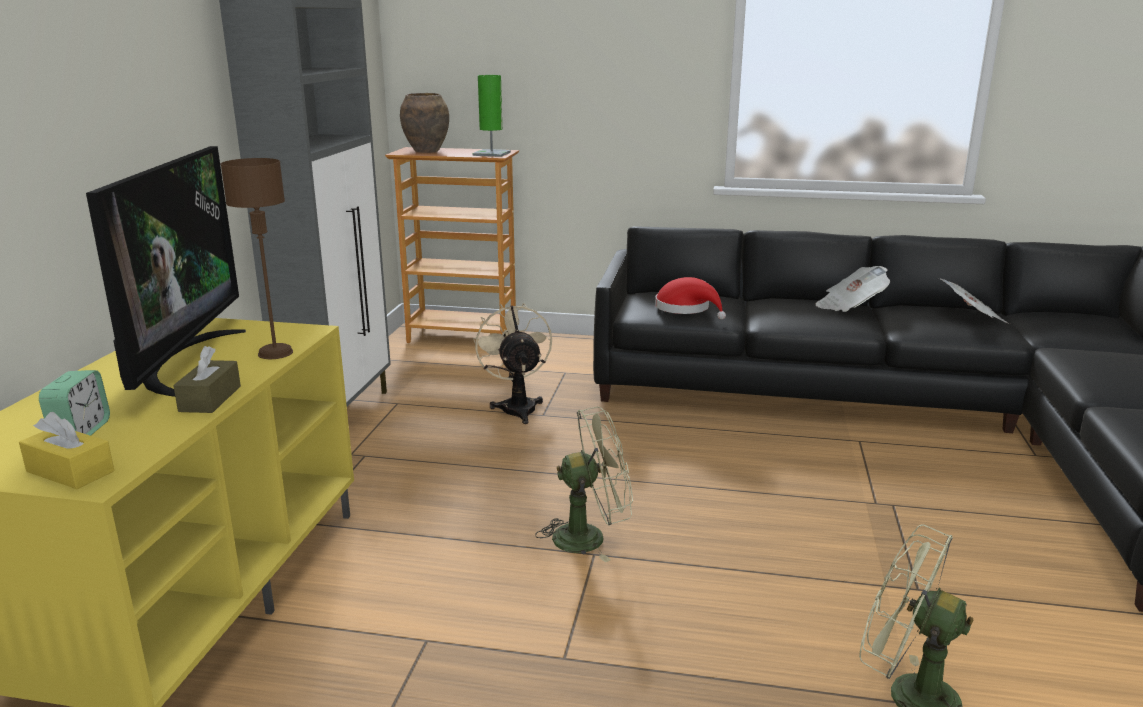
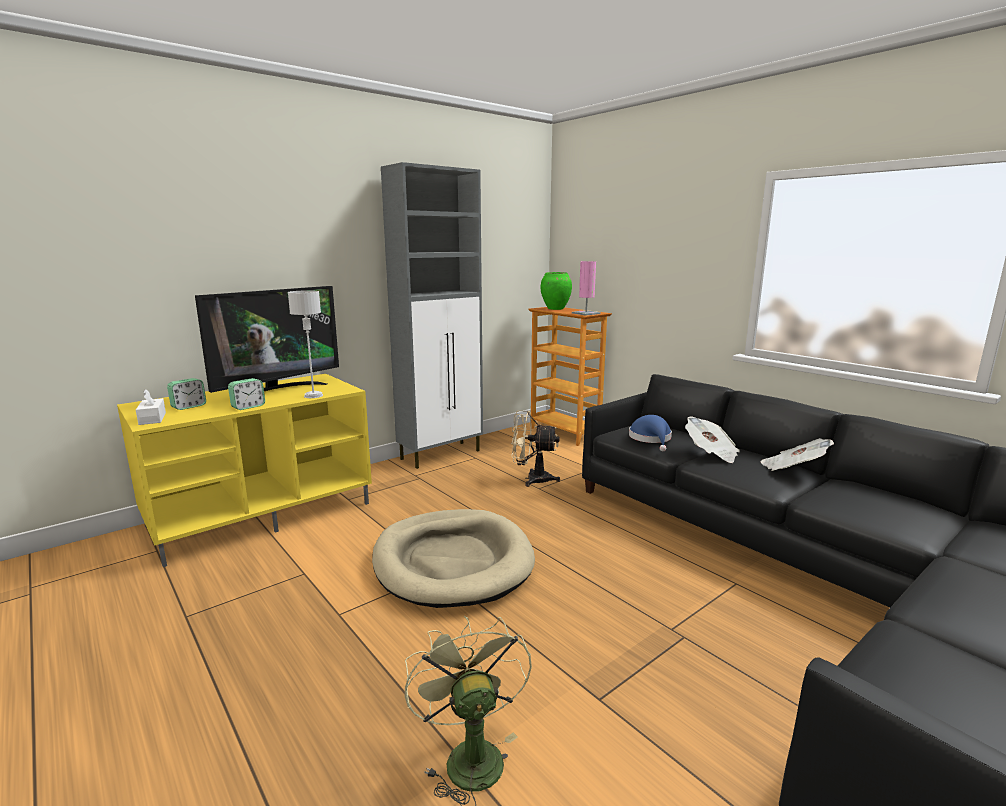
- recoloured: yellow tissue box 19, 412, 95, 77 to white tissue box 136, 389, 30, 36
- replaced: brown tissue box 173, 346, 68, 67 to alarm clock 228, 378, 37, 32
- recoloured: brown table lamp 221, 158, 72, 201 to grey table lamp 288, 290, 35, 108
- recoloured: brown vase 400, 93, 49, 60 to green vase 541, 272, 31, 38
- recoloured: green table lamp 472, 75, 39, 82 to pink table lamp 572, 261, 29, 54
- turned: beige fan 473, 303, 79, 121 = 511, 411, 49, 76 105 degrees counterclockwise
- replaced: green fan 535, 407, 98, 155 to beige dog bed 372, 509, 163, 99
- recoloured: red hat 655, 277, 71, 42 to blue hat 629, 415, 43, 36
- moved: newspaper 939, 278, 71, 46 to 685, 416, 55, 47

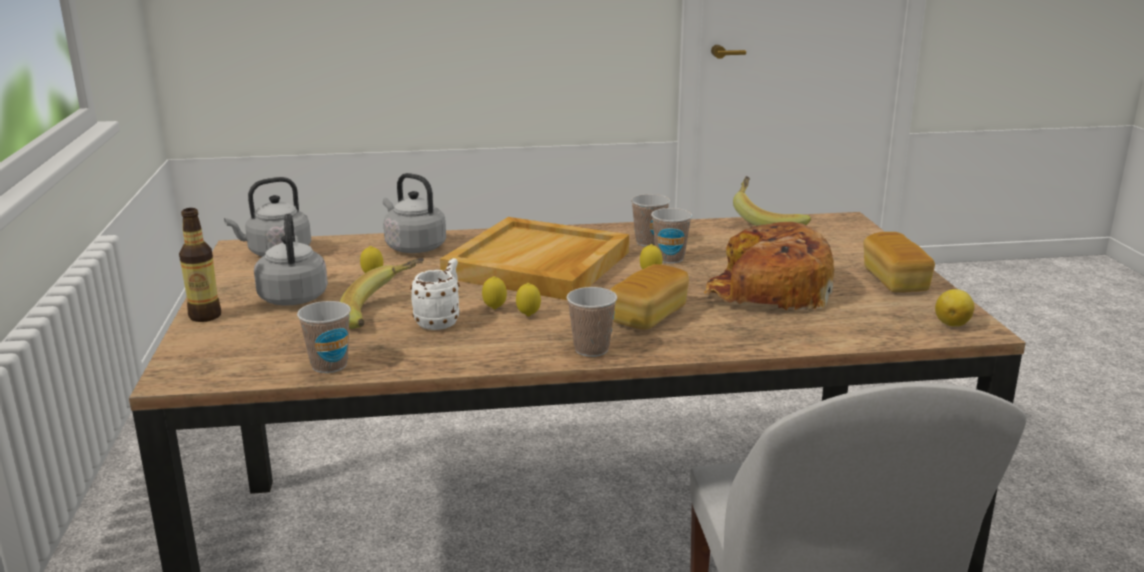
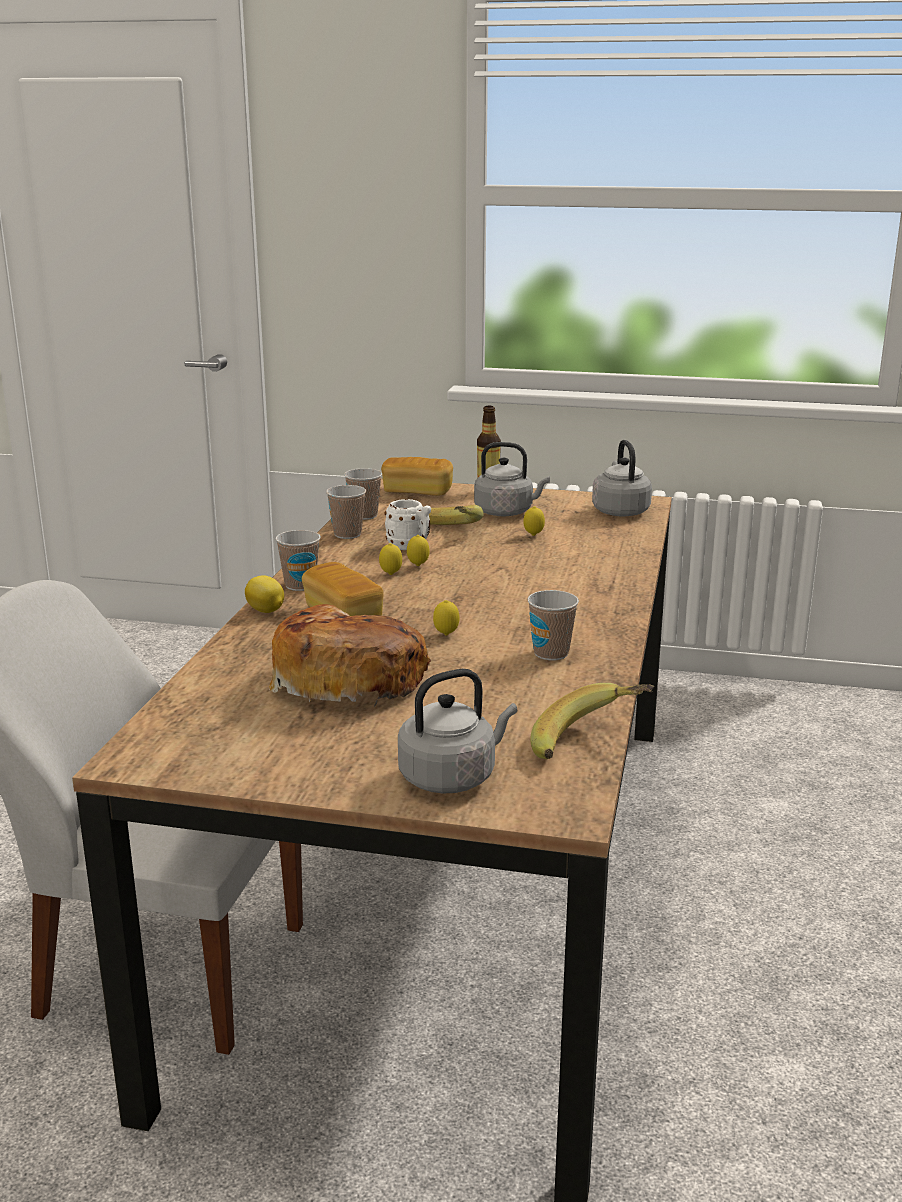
- moved: grey kettle 383, 173, 63, 80 to 398, 669, 119, 125
- removed: beige tray 440, 217, 189, 83
- moved: cup 651, 208, 41, 55 to 326, 485, 40, 54
- moved: bread 863, 232, 72, 60 to 381, 457, 72, 39
- moved: lemon 935, 289, 39, 38 to 245, 575, 39, 38

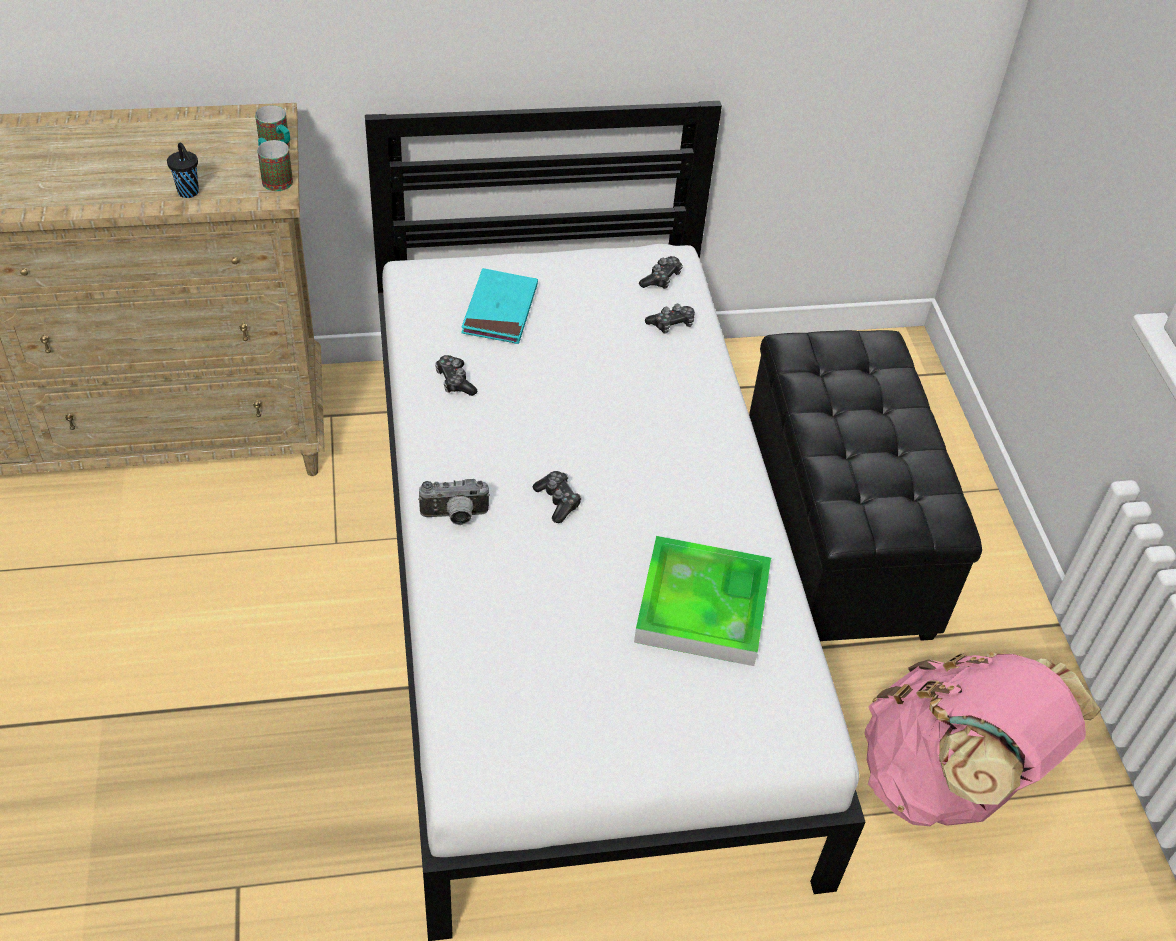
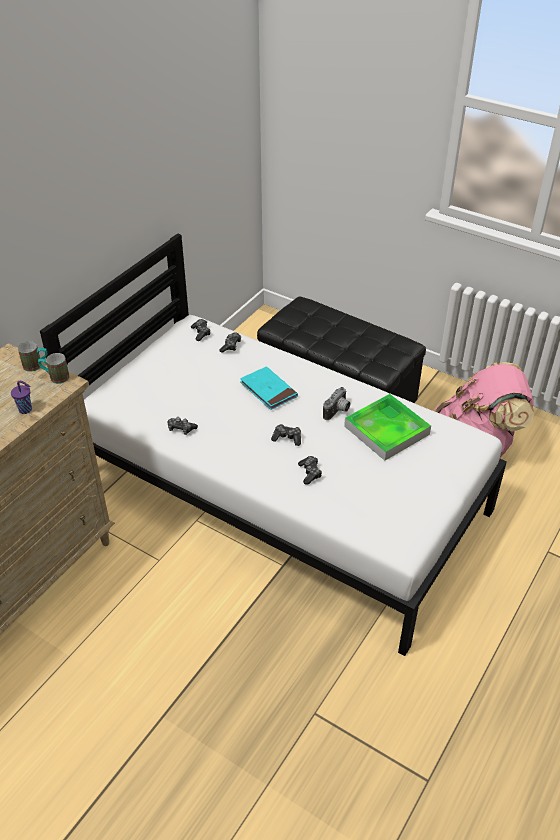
- recoloured: black cup 167, 142, 32, 56 to purple cup 11, 381, 21, 33
- moved: photo camera 418, 479, 72, 46 to 323, 387, 28, 33
- moved: turquoise book 461, 268, 77, 76 to 240, 366, 58, 44
- added: game controller 298, 456, 24, 29

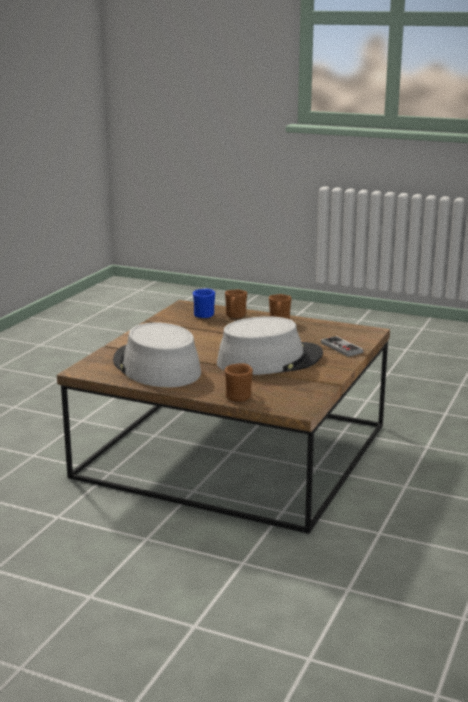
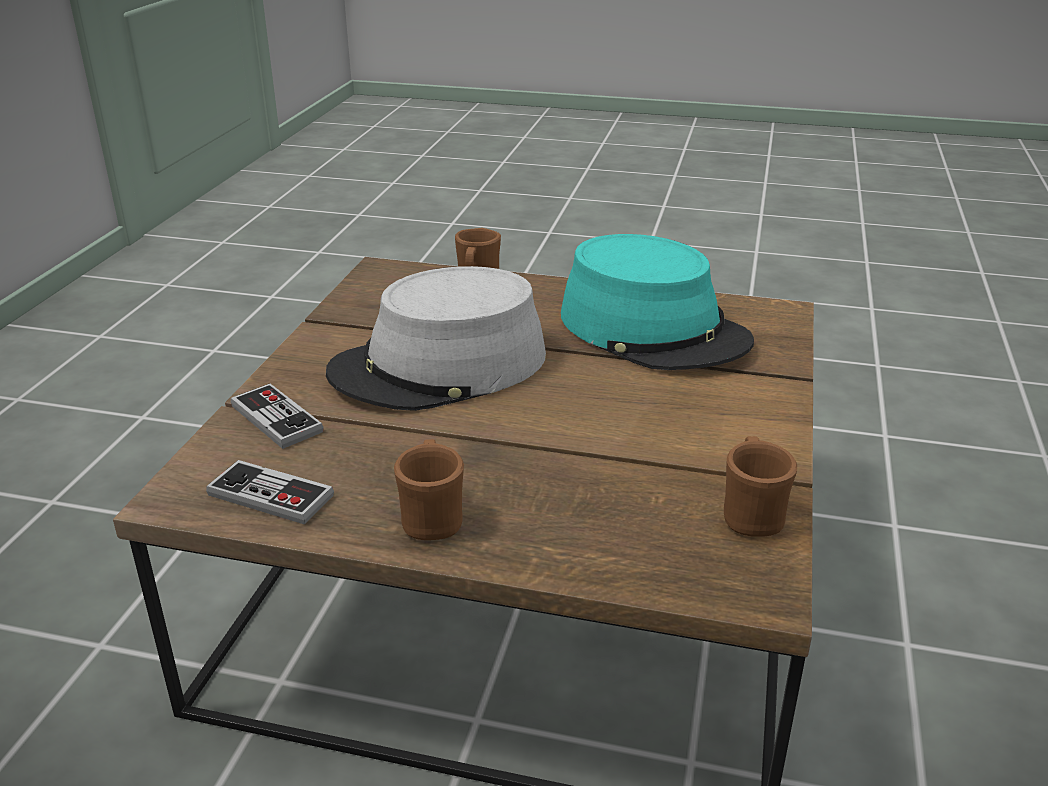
- recoloured: grey hat 113, 323, 88, 64 to turquoise hat 561, 234, 193, 136
- removed: blue mug 193, 289, 22, 29
- moved: brown mug 225, 289, 22, 29 to 724, 436, 73, 100
- added: game controller 206, 460, 128, 65

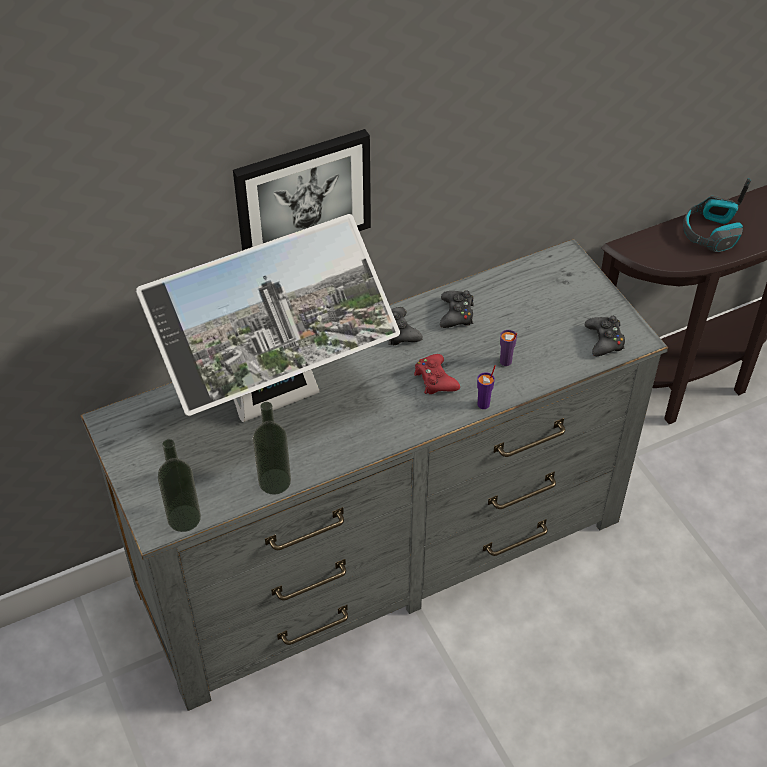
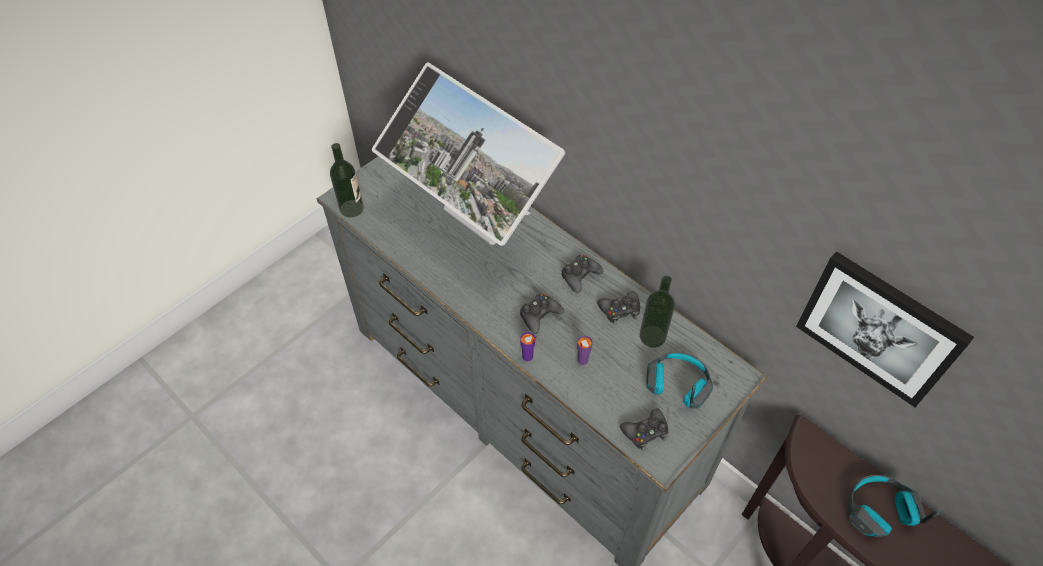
- moved: picture 233, 129, 138, 122 to 796, 251, 178, 156
- moved: bottle 253, 402, 38, 93 to 639, 275, 36, 73
- recoloured: red game controller 414, 354, 46, 40 to black game controller 520, 294, 44, 40
- added: headphones 647, 352, 66, 57

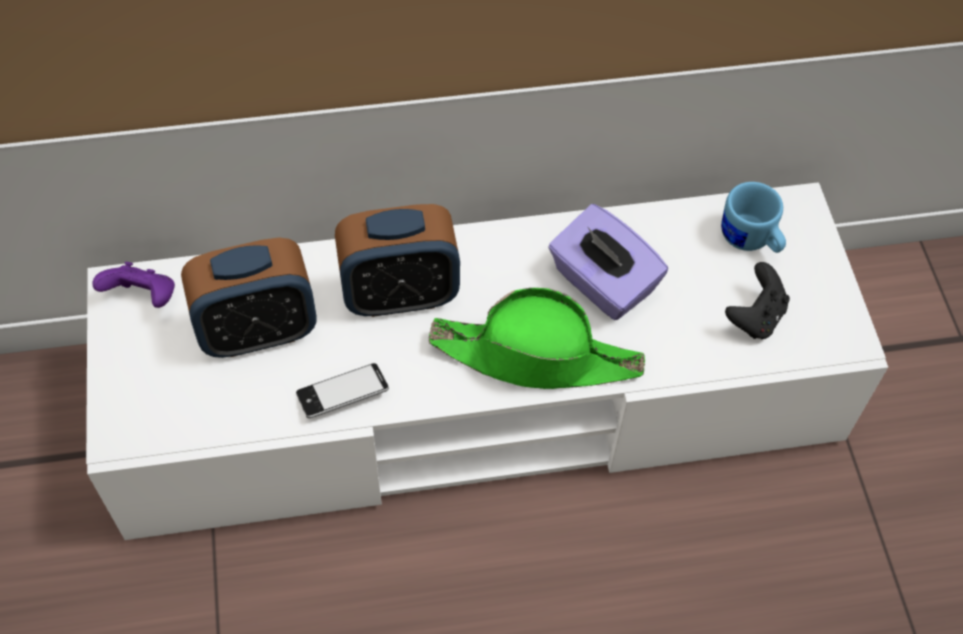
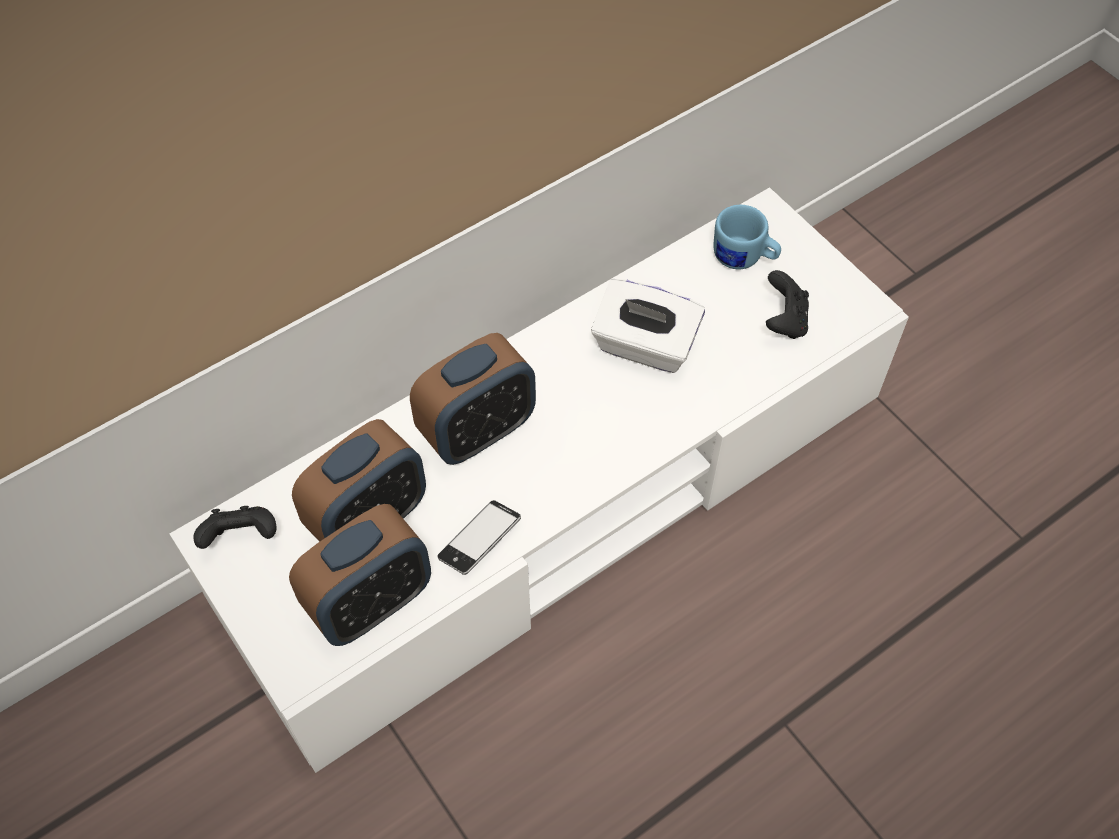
- recoloured: purple game controller 92, 262, 83, 46 to black game controller 193, 506, 84, 43
- removed: green hat 429, 288, 216, 101
- recoloured: purple tissue box 548, 204, 120, 116 to white tissue box 591, 279, 114, 94
- added: alarm clock 289, 504, 142, 142

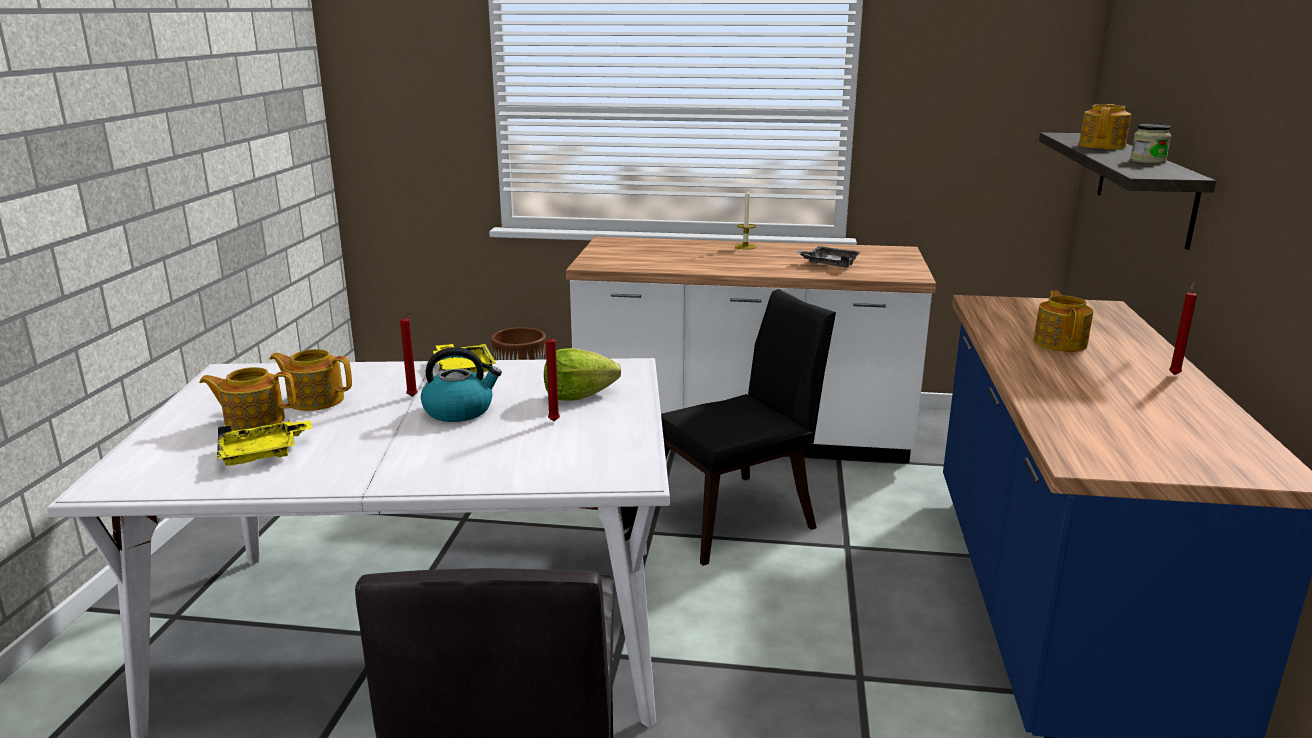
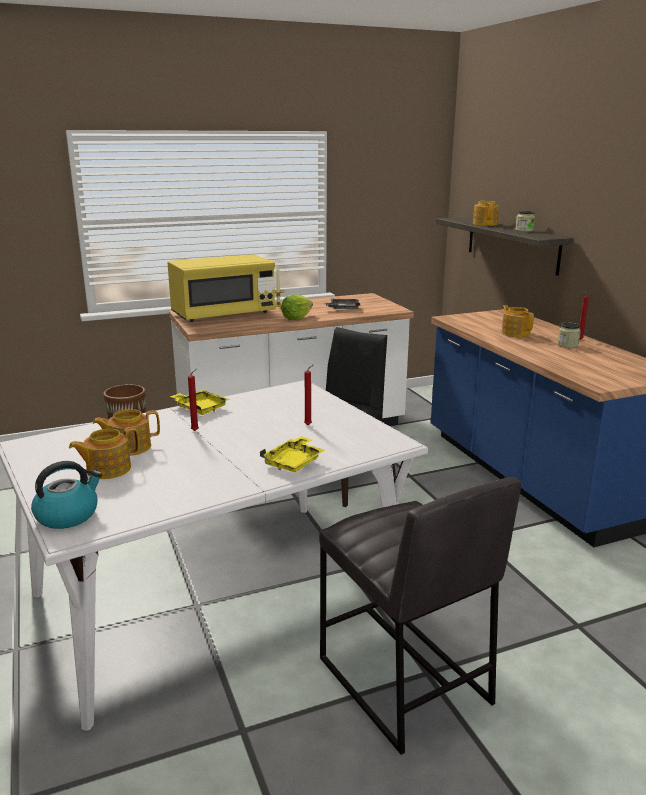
- moved: yellow tray 217, 420, 95, 46 to 260, 436, 65, 36
- moved: kettle 421, 347, 81, 75 to 31, 461, 71, 68
- moved: lettuce 544, 348, 77, 52 to 281, 294, 32, 26
- added: yellow microwave 167, 254, 109, 68
- added: jar 558, 322, 23, 26

